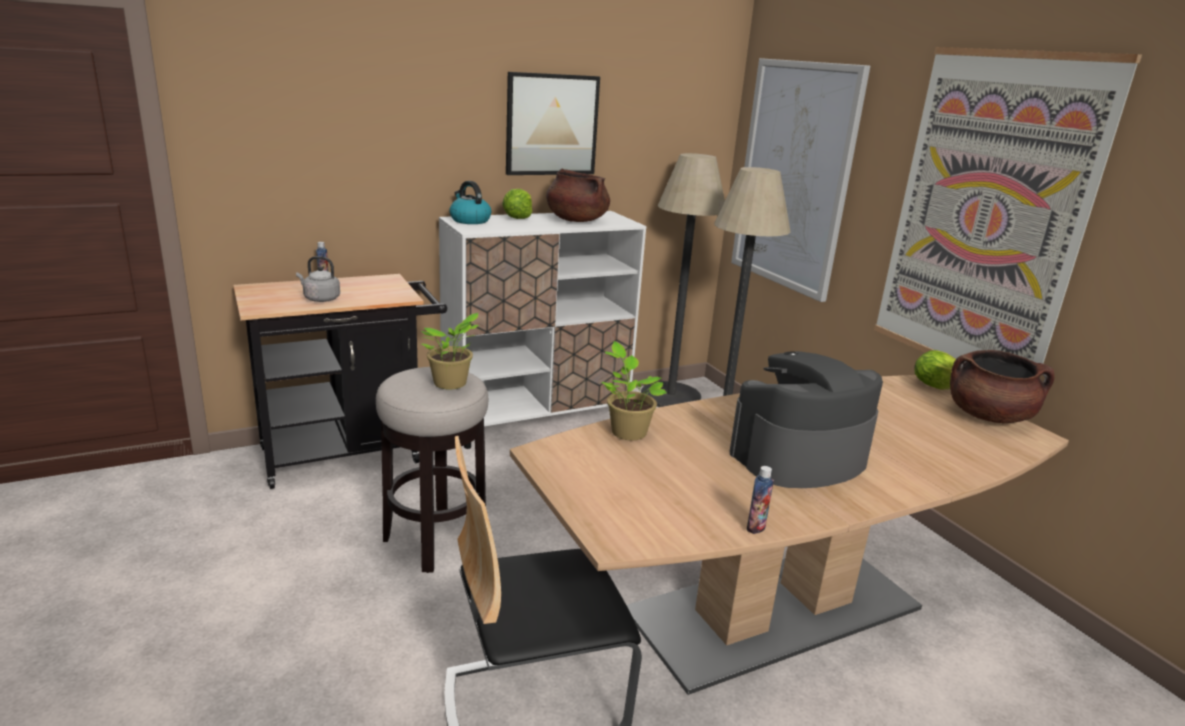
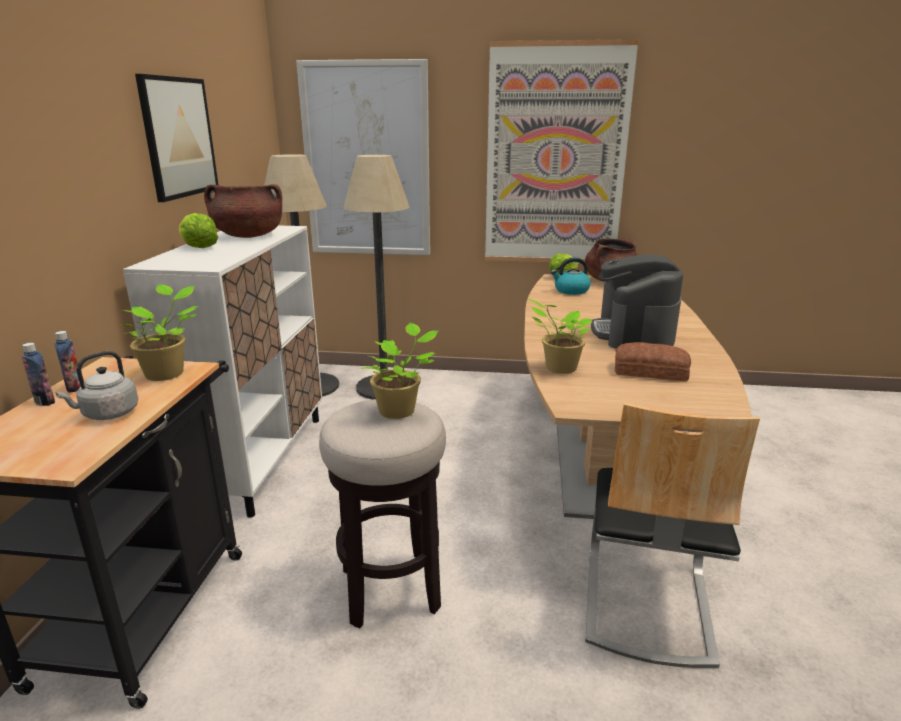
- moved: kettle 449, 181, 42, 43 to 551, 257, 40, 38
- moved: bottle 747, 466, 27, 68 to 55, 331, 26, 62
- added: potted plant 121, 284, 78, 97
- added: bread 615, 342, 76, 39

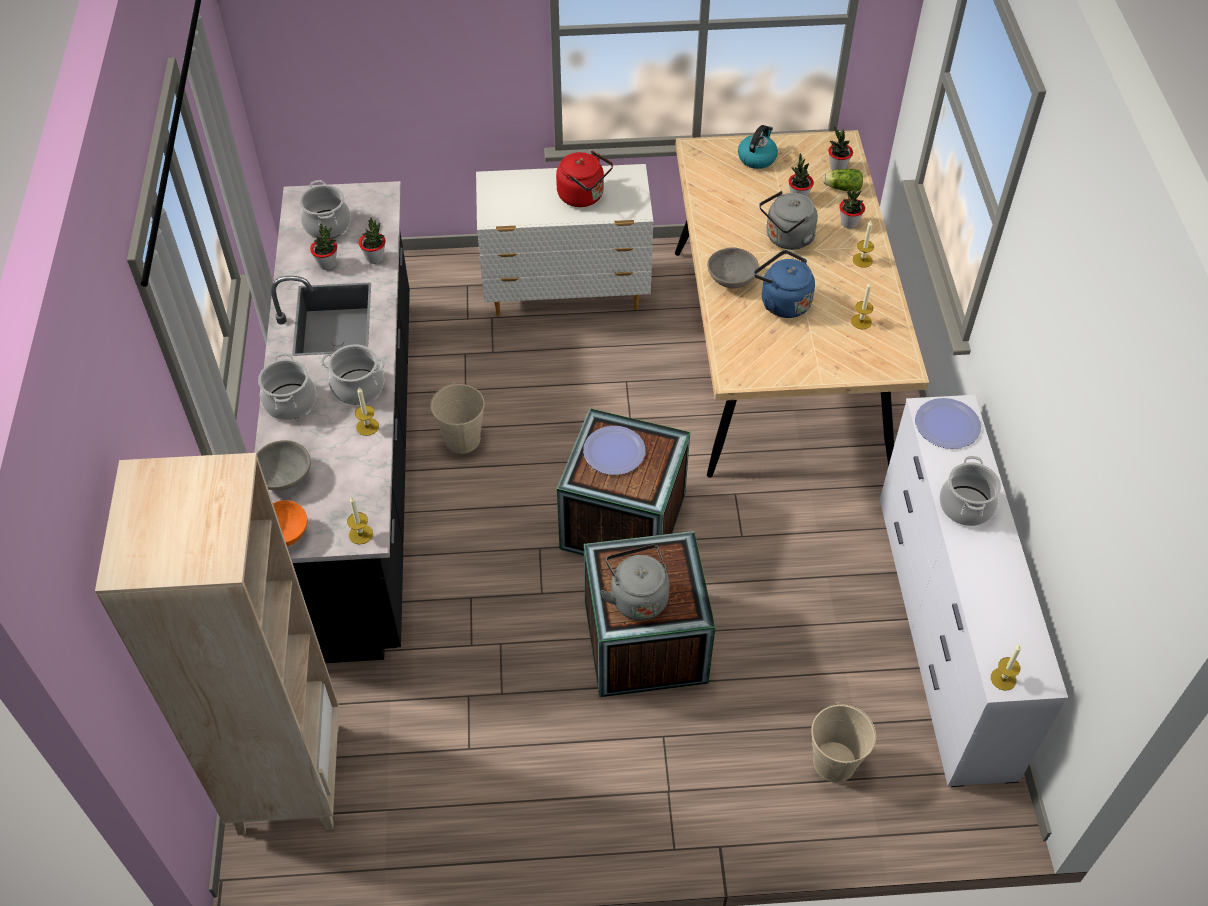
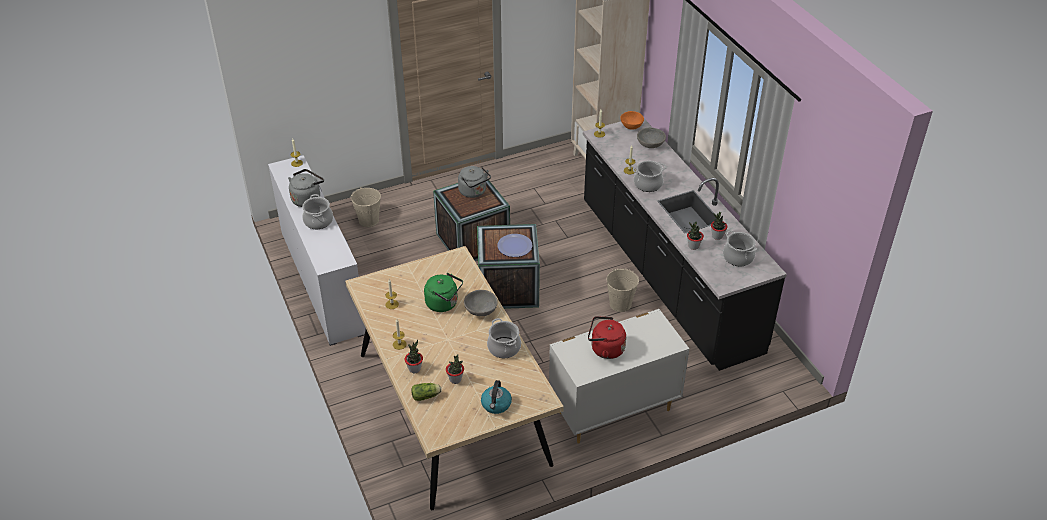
- moved: cooking pot 258, 353, 58, 67 to 487, 318, 34, 40
- recoloured: blue kettle 754, 250, 61, 68 to green kettle 424, 273, 39, 39
- moved: grey kettle 759, 191, 59, 59 to 288, 169, 36, 38
- removed: potted plant 828, 126, 25, 45
- removed: plate 915, 398, 66, 51

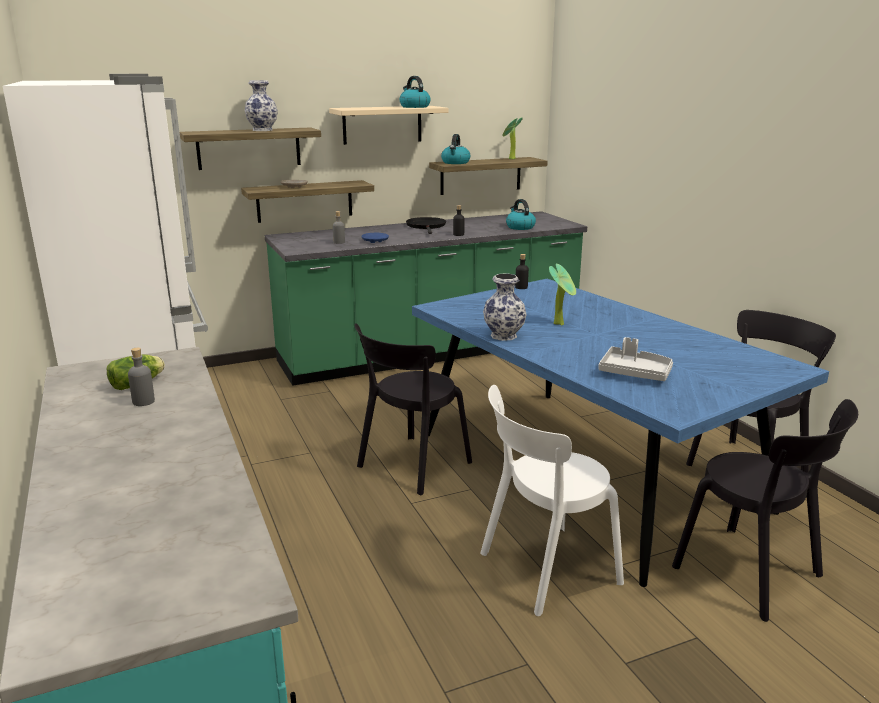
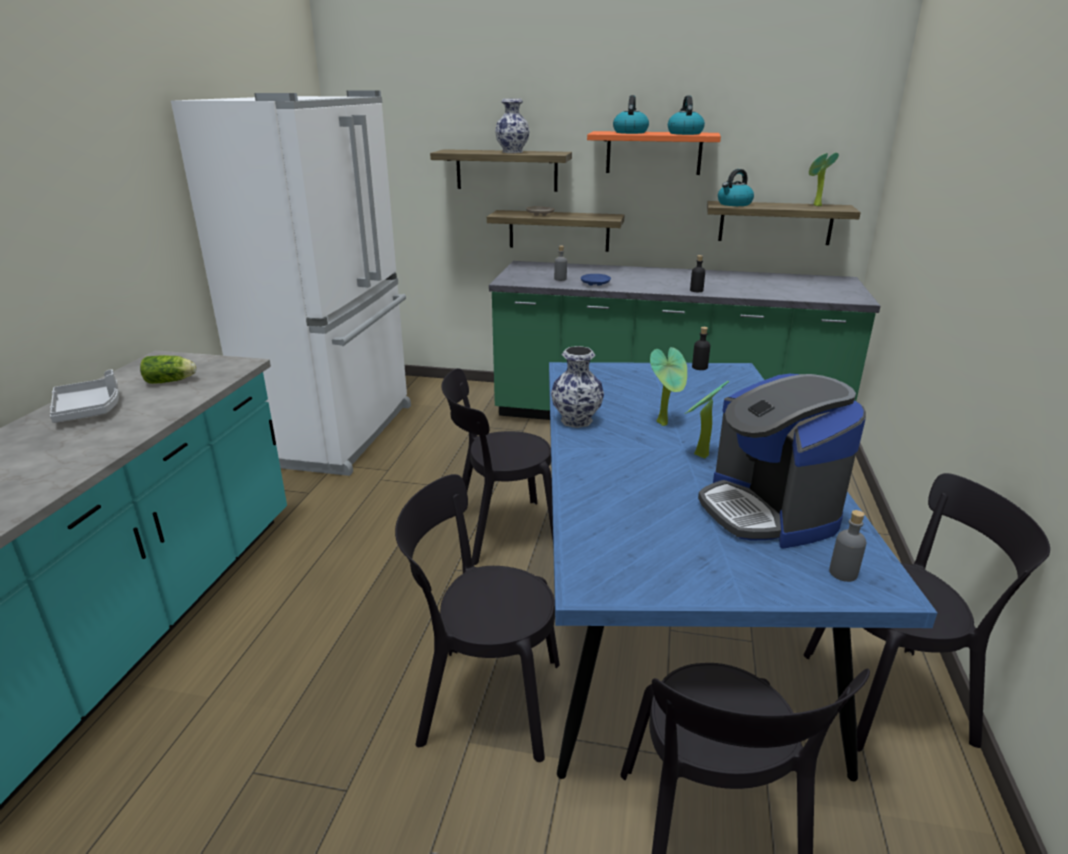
- moved: grey bottle 128, 348, 27, 58 to 829, 510, 37, 72
- recoloured: beige shelf 329, 106, 120, 39 to orange shelf 587, 131, 134, 44
- removed: black frying pan 406, 217, 40, 17
- recoloured: white chair 480, 385, 144, 231 to black chair 395, 474, 165, 288
- moved: kettle 506, 199, 30, 31 to 613, 95, 36, 39
- moved: grey tray 598, 337, 75, 44 to 50, 369, 69, 54
- added: potted plant 685, 381, 44, 77
- added: coffee machine 698, 374, 168, 175

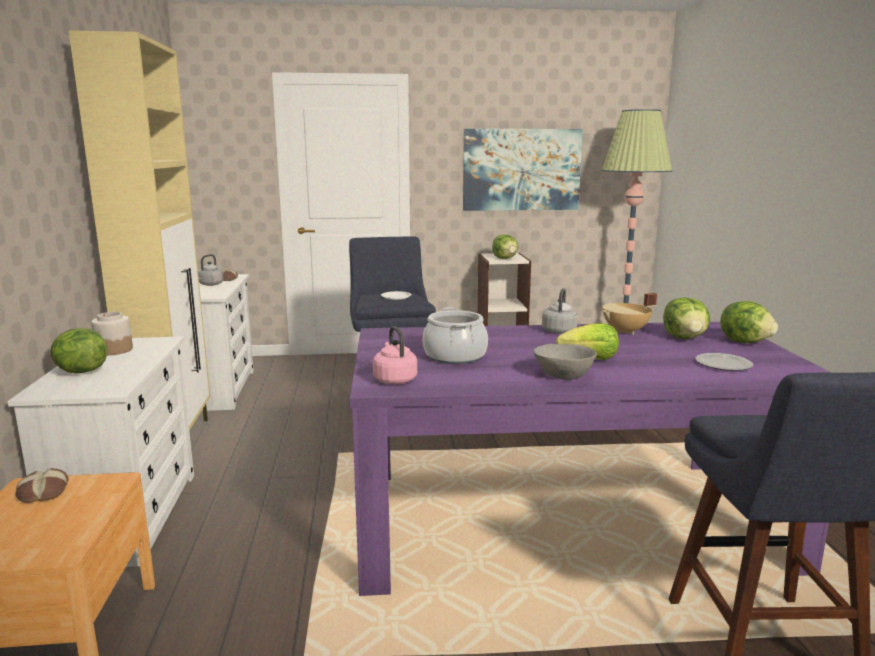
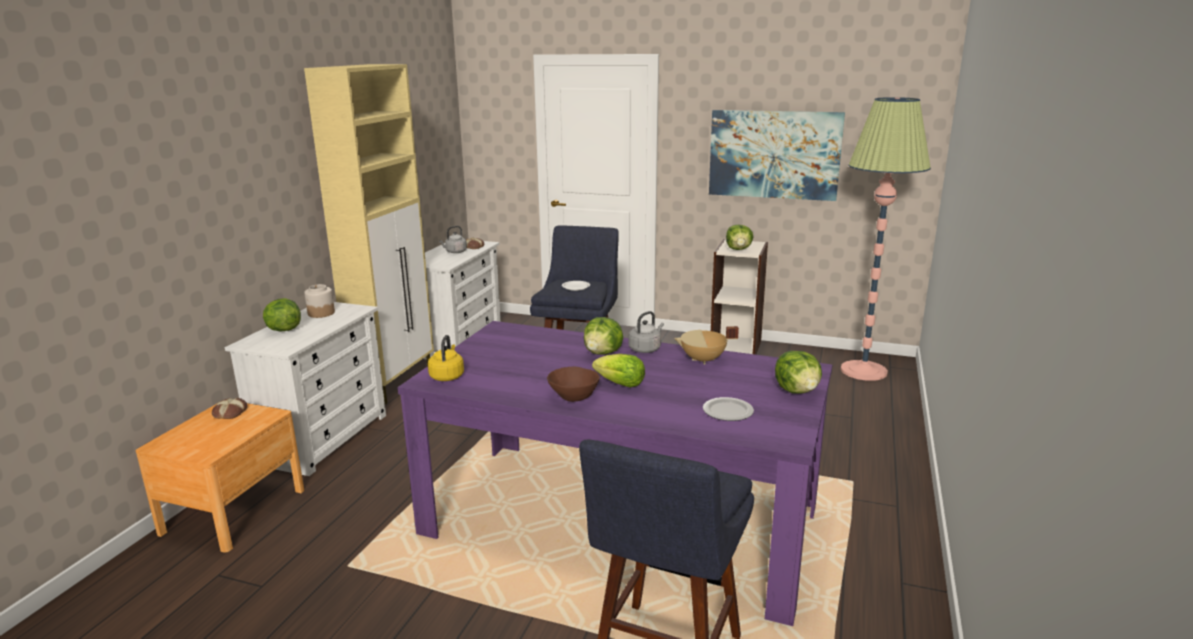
- recoloured: pink kettle 373, 326, 44, 58 to yellow kettle 428, 335, 36, 46
- removed: cooking pot 423, 307, 65, 57
- recoloured: grey bowl 533, 344, 64, 36 to brown bowl 547, 367, 53, 35
- moved: lettuce 663, 297, 47, 42 to 584, 317, 39, 38

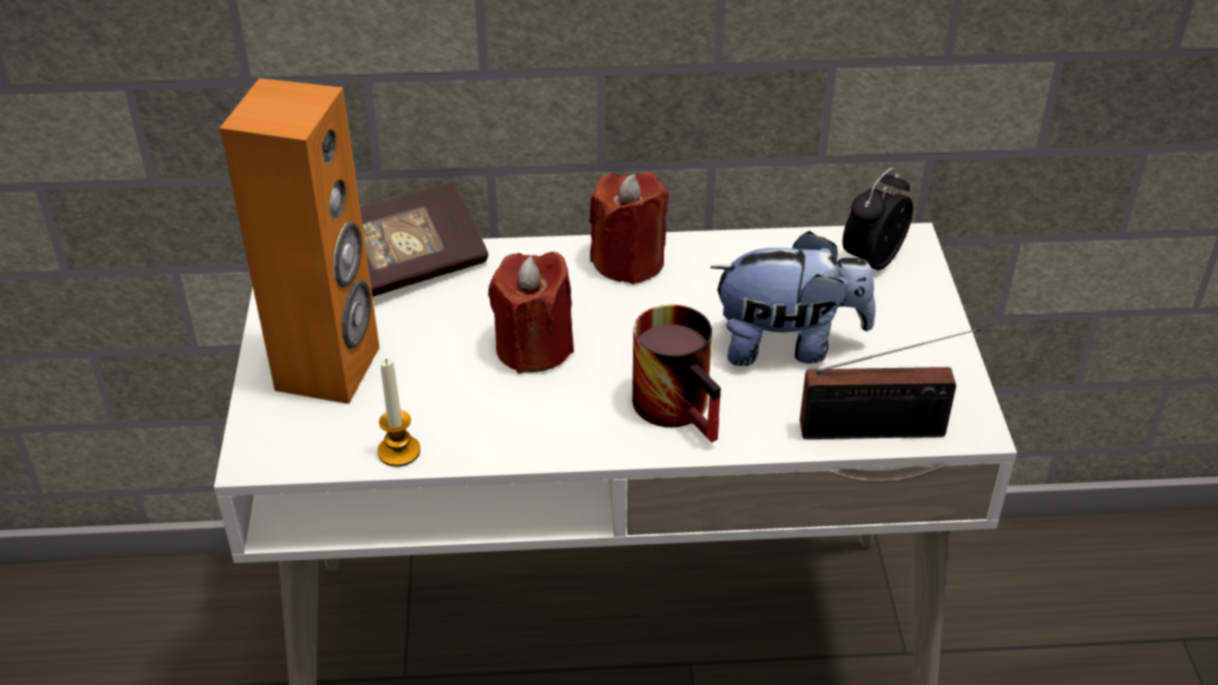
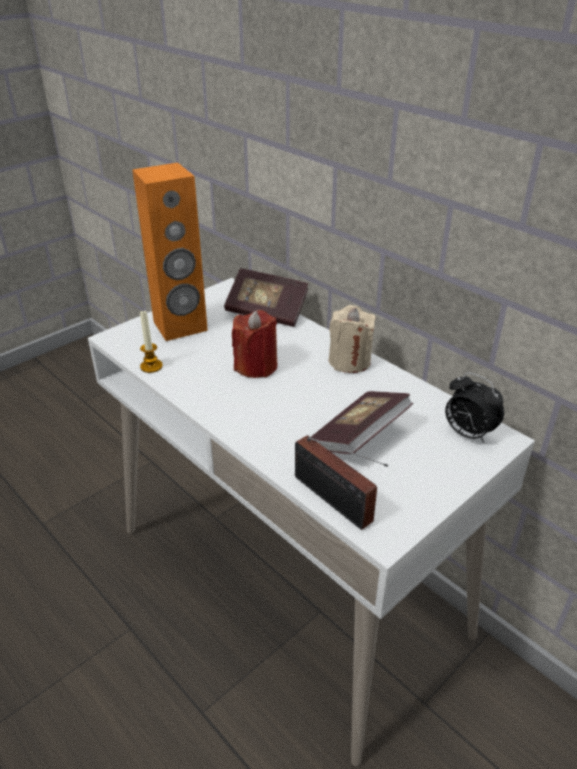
- recoloured: red candle 590, 172, 79, 113 to beige candle 329, 305, 47, 68
- removed: mug 632, 305, 89, 138
- replaced: plush toy 710, 231, 166, 135 to book 311, 391, 102, 63
- turned: alarm clock 843, 168, 70, 102 = 445, 372, 59, 71 135 degrees counterclockwise

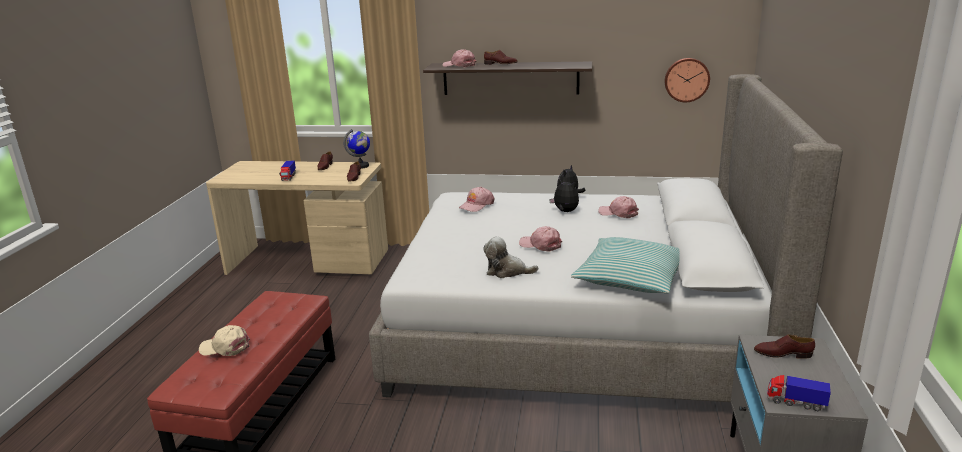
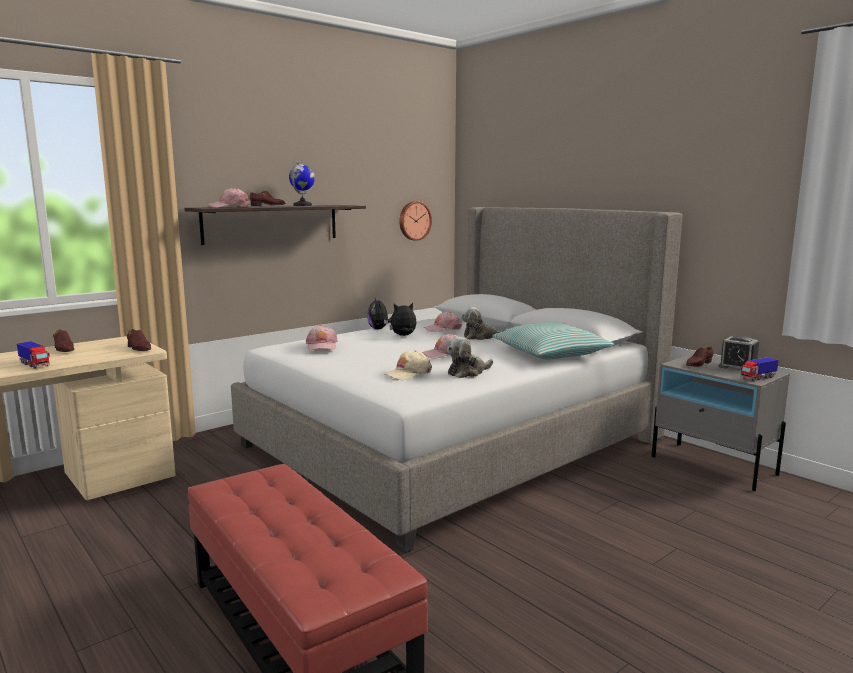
- moved: beige cap 199, 325, 51, 31 to 384, 350, 48, 30
- moved: globe 343, 129, 27, 40 to 289, 161, 26, 45
- added: plush toy 462, 307, 44, 33
- added: alarm clock 719, 336, 40, 33

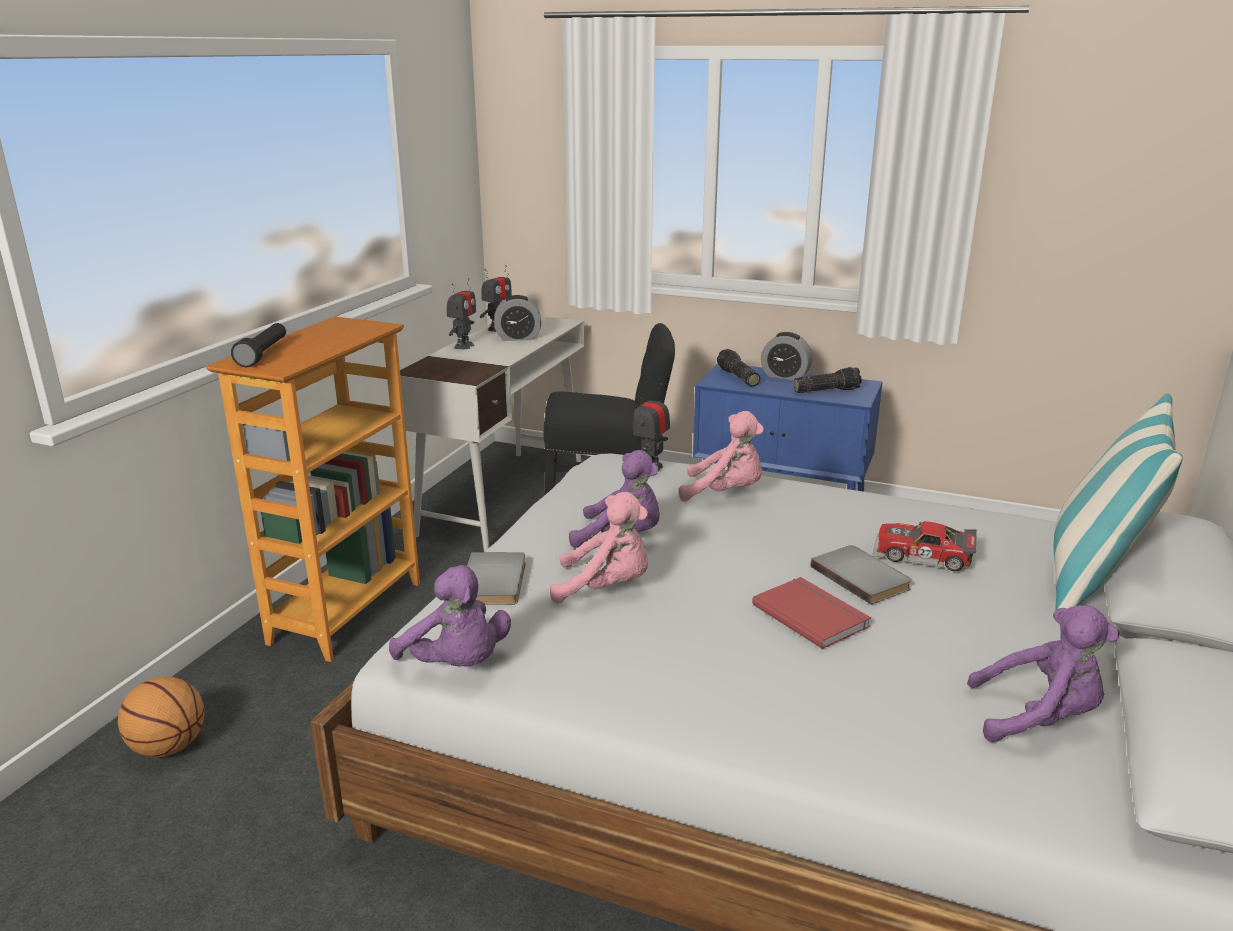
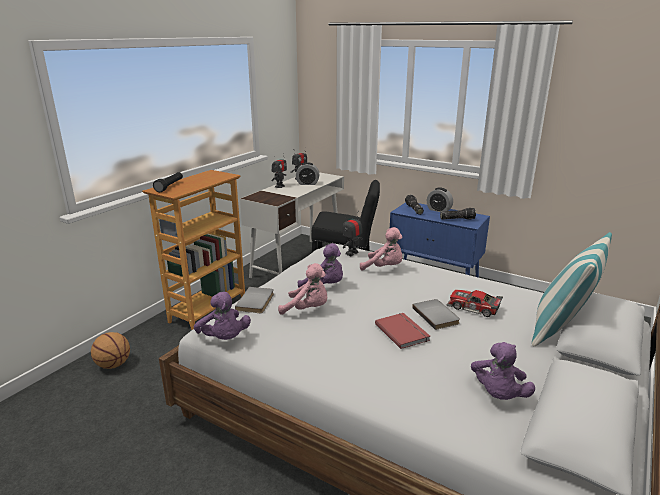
- turned: purple plush toy 967, 605, 152, 137 = 471, 342, 64, 58 90 degrees clockwise

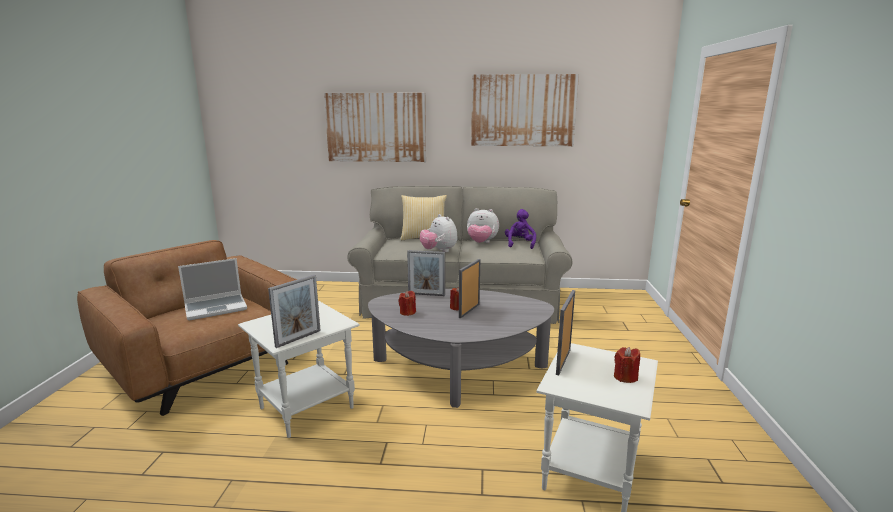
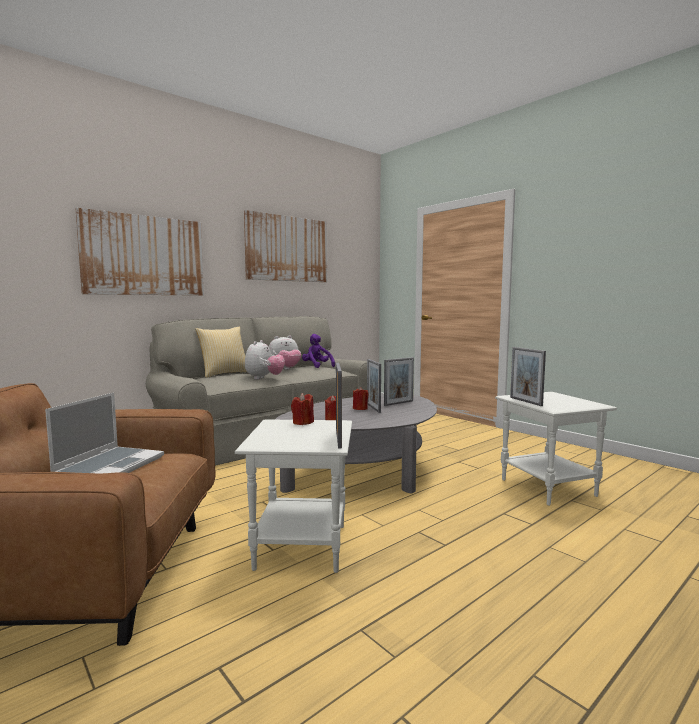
- moved: picture frame 407, 250, 38, 46 to 384, 357, 30, 49
- turned: plush toy 420, 214, 38, 38 = 245, 340, 40, 39 90 degrees counterclockwise
- moved: red candle 614, 347, 26, 36 to 291, 393, 23, 32

